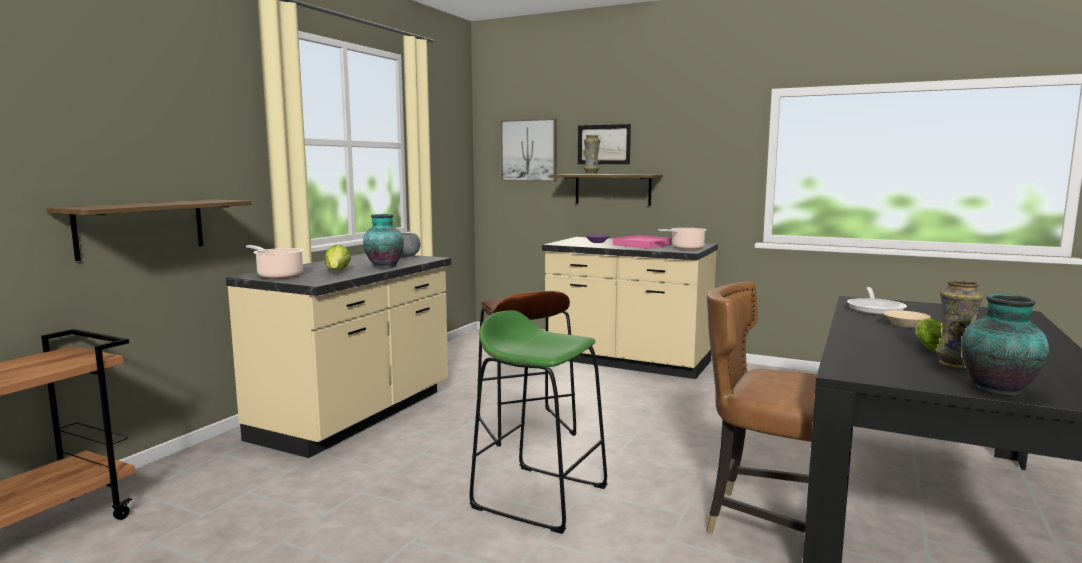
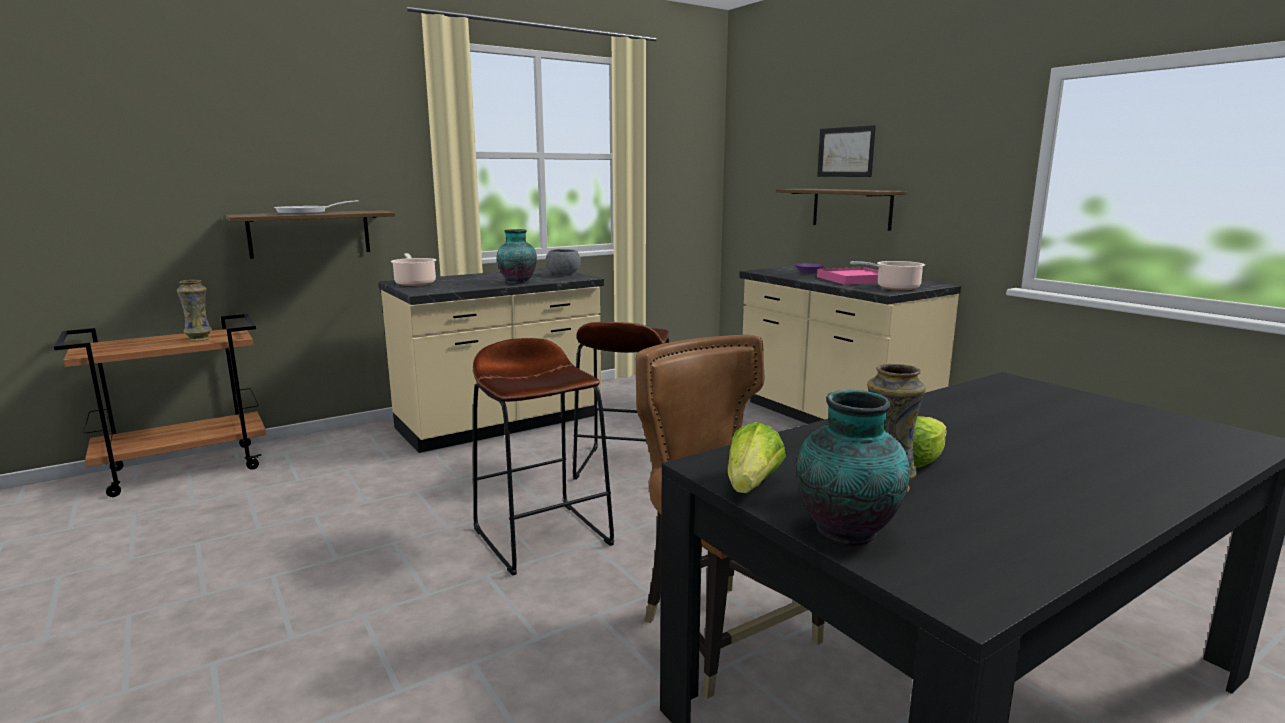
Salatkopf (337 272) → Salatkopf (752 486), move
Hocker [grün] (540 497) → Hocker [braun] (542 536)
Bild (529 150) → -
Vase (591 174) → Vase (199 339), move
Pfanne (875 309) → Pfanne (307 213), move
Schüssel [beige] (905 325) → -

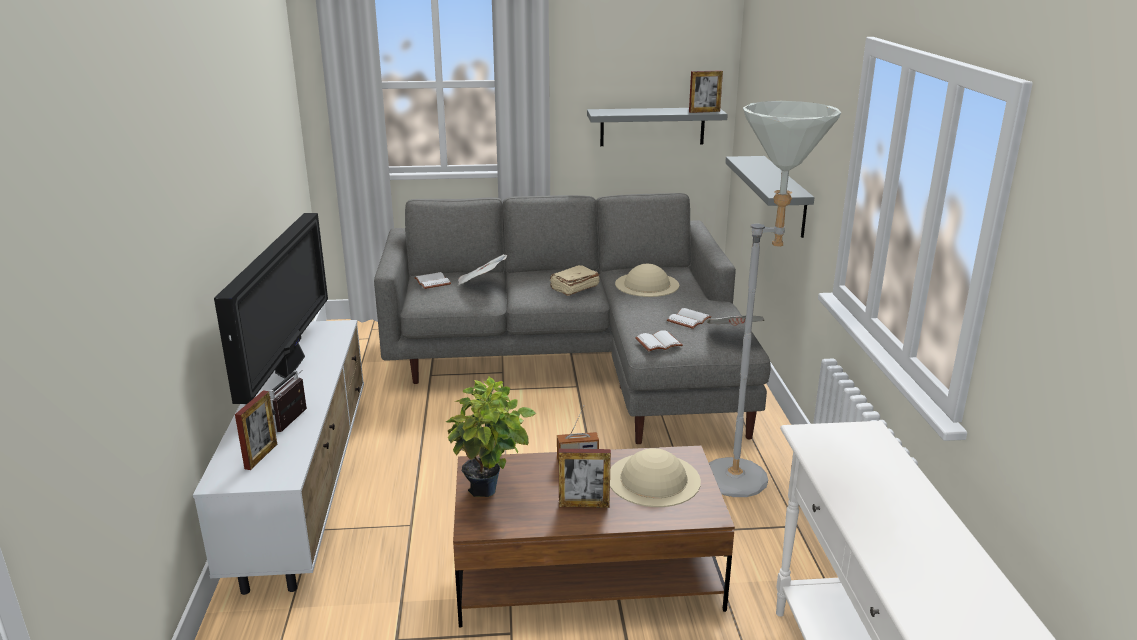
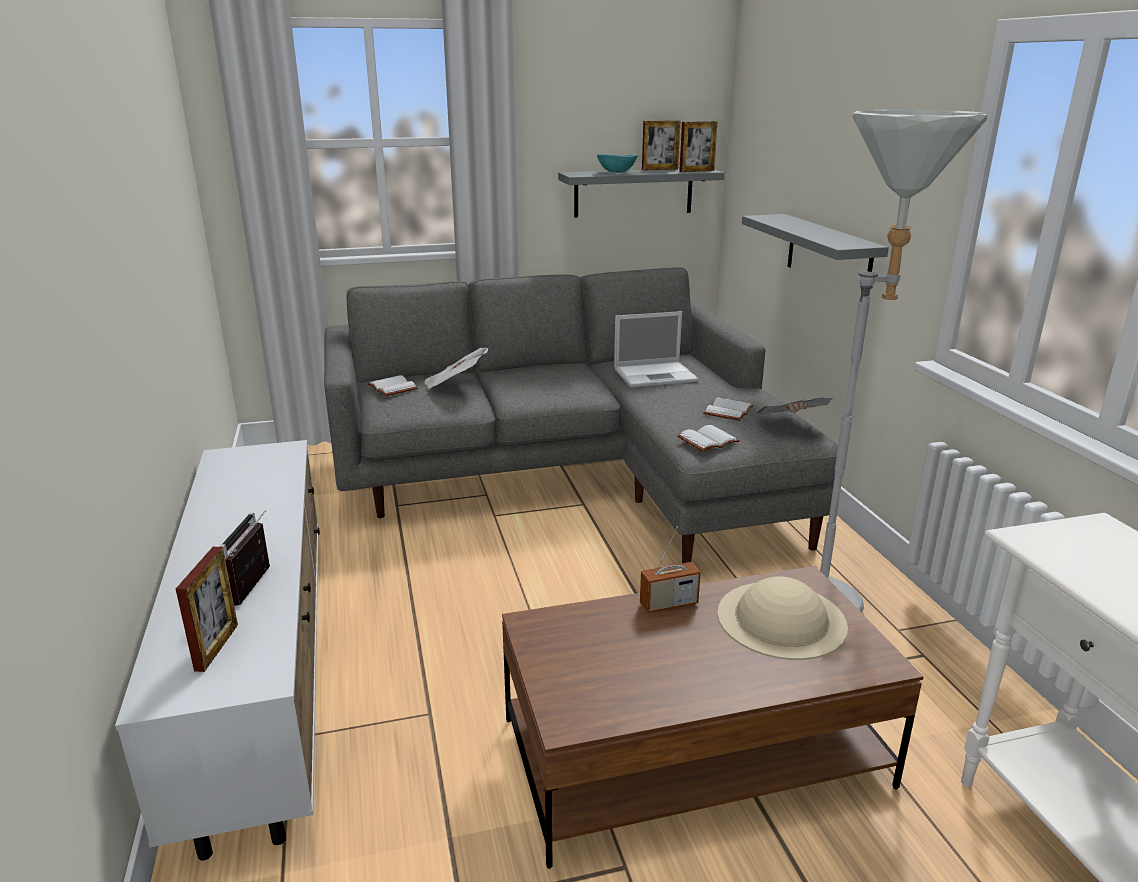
Fernseher (291 366) → -
Topfpflanze (489 493) → -
Buch [beige] (574 288) → -
Bilderrahmen (584 505) → Bilderrahmen (659 169), move
Hut [beige] (647 284) → Laptop (656 375)
- → Schüssel [türkis] (617 172)

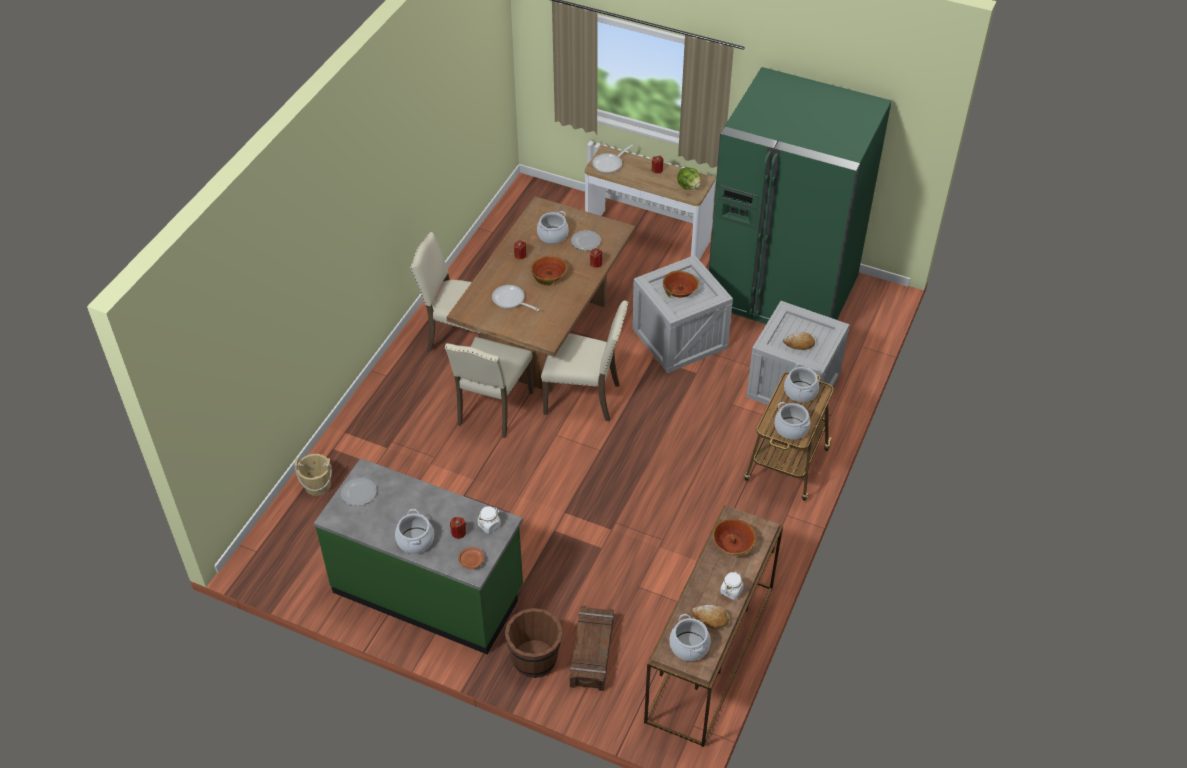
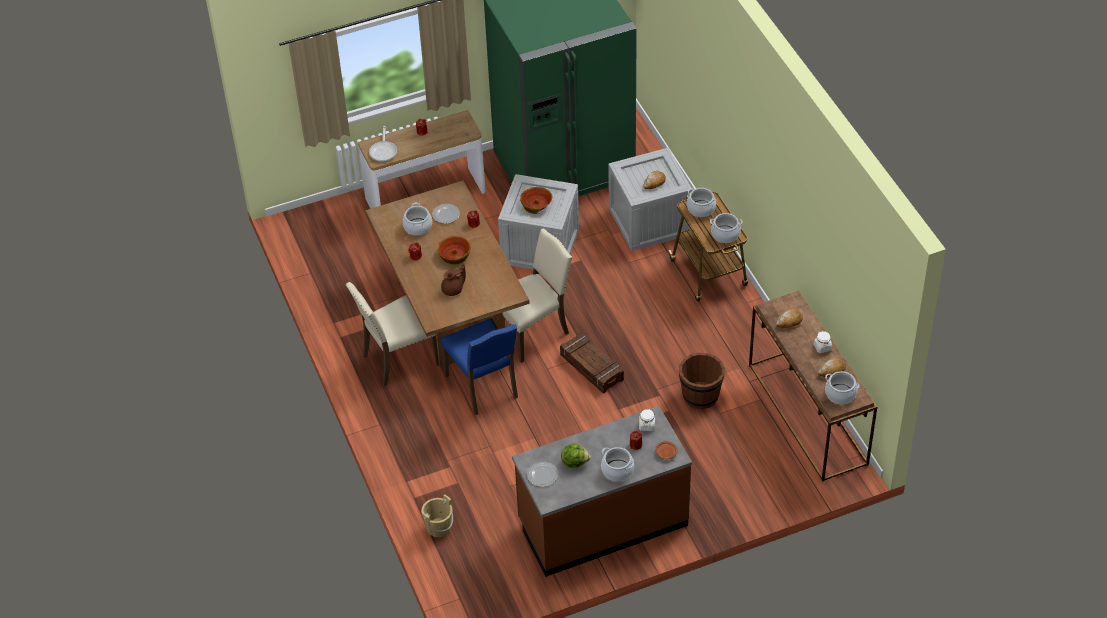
Küchenzeile [grün] (429 590) → Küchenzeile [braun] (602 523)
Stuhl [beige] (492 409) → Stuhl [blau] (484 386)
Pfanne (511 300) → Teekanne [braun] (453 289)
Eimer [braun] (535 658) → Eimer [braun] (700 395), move
Kiste (591 652) → Kiste (591 368), move
Salatkopf (689 186) → Salatkopf (575 462), move
Schüssel (733 544) → Brot (789 322)

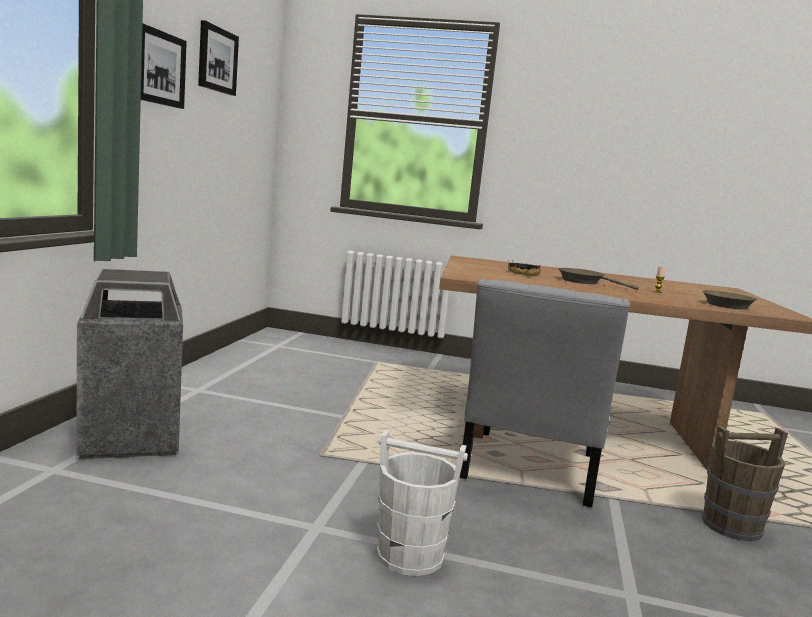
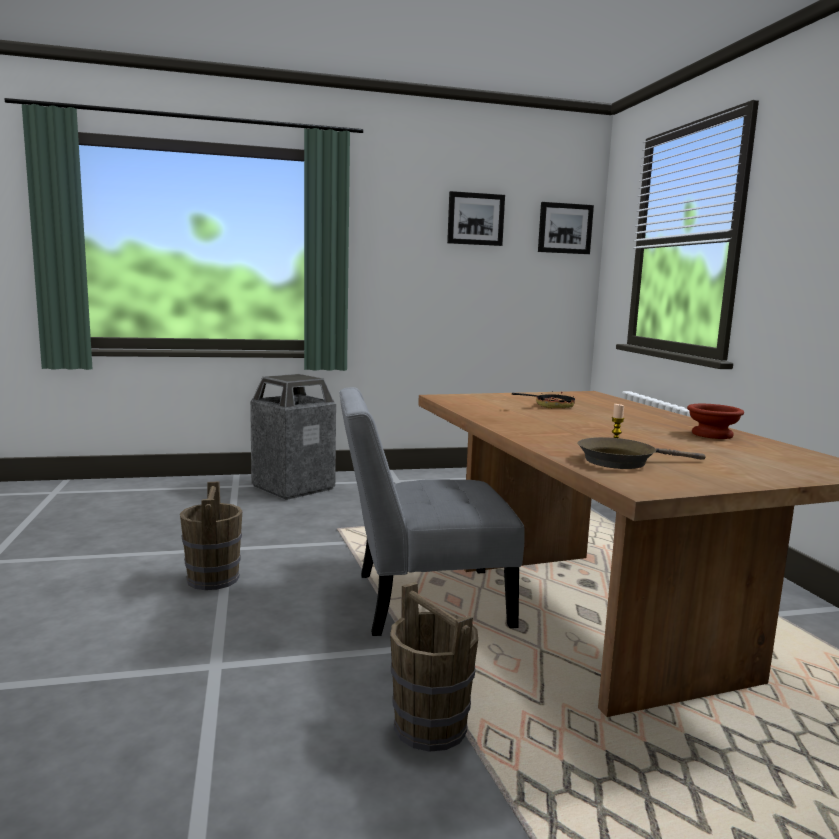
Bild (158 68) → Bild (564 228), move
Eimer [weiß] (409 555) → Eimer [braun] (213 578)
Pfanne [braun] (584 282) → -
- → Schüssel [braun] (712 434)

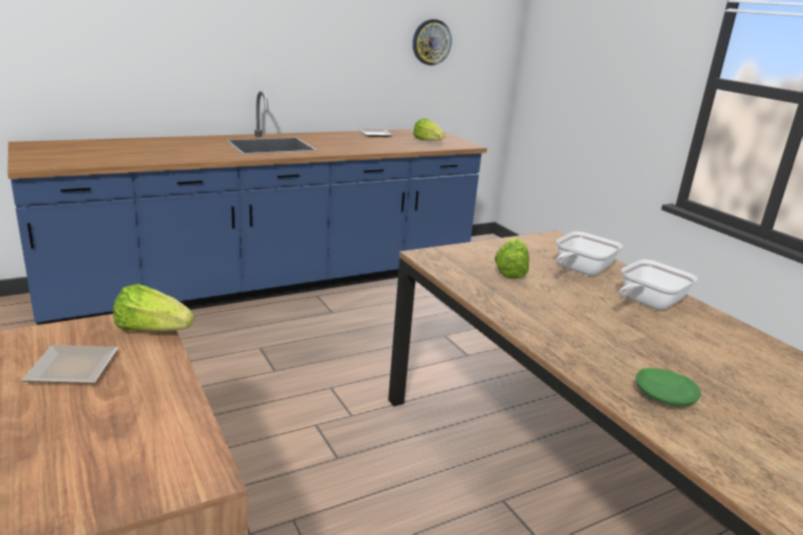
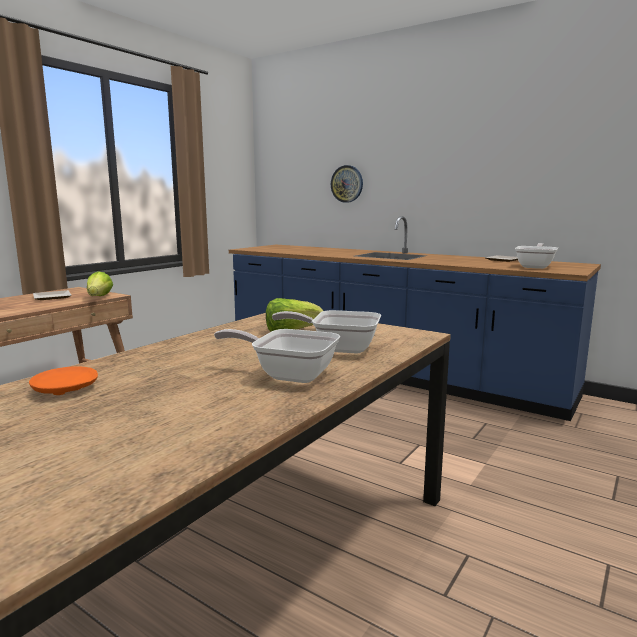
Wanduhr (431 42) → Wanduhr (347 184), move
Salatkopf (428 141) → Pfanne (535 266)
Teller [grün] (665 395) → Teller [orange] (66 389)

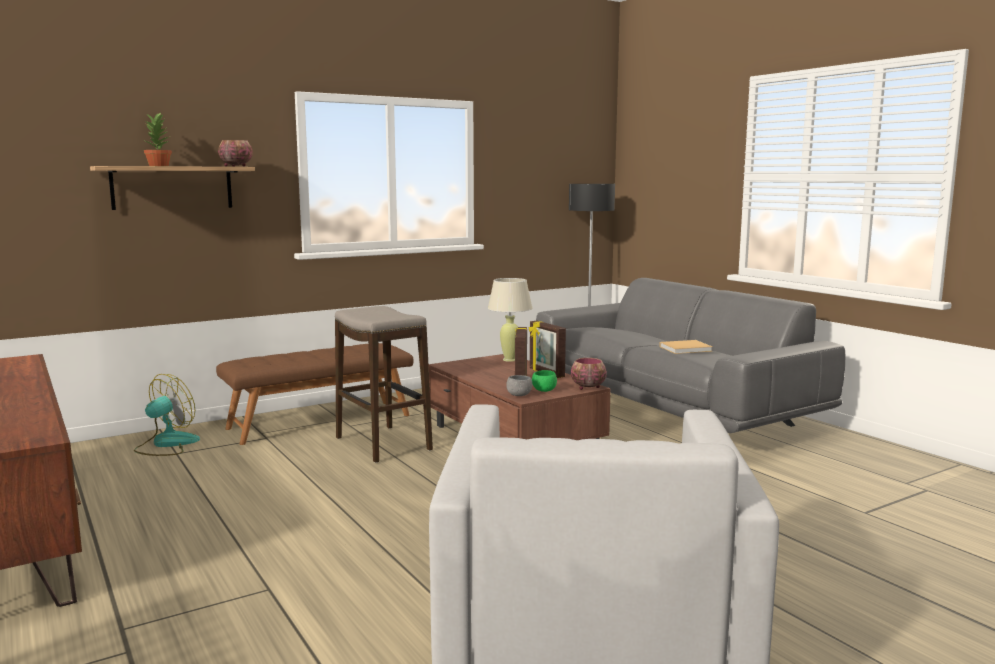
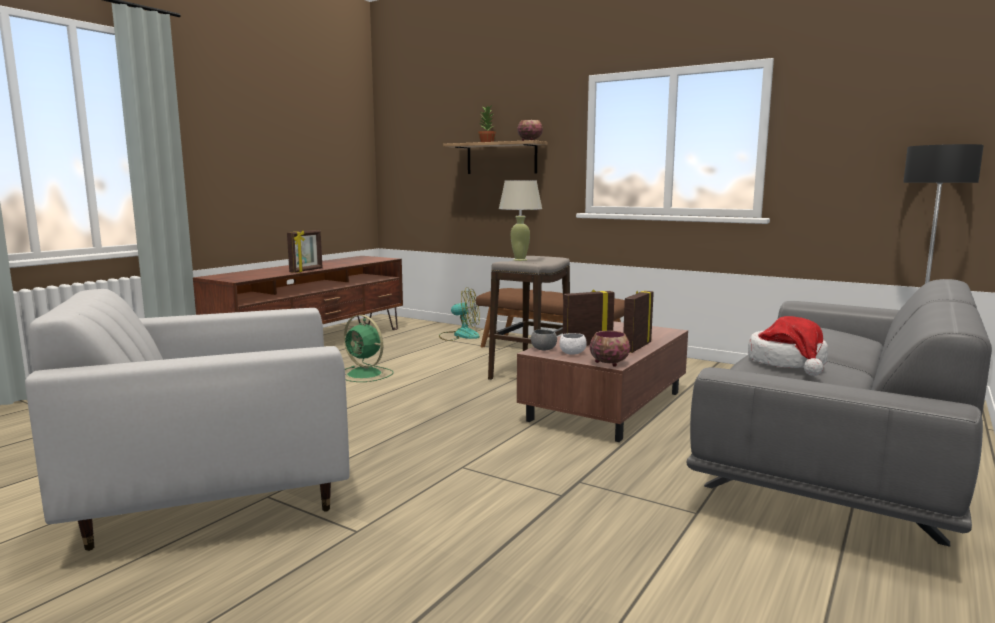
Tischlampe [beige] (510 360) → Tischlampe [beige] (520 260), move
Schüssel [grün] (544 390) → Schüssel [weiß] (572 353)
Buch [beige] (686 349) → Hut (788 362)
- → Bilderrahmen (306 270)
- → Ventilator [grün] (365 374)

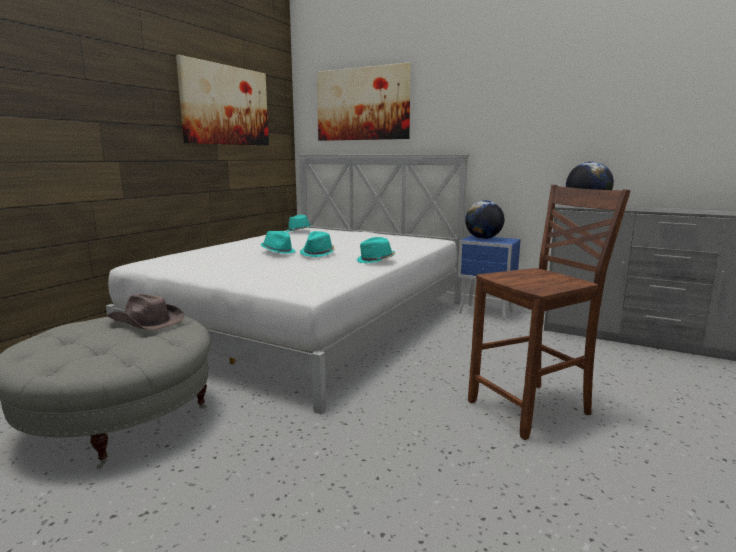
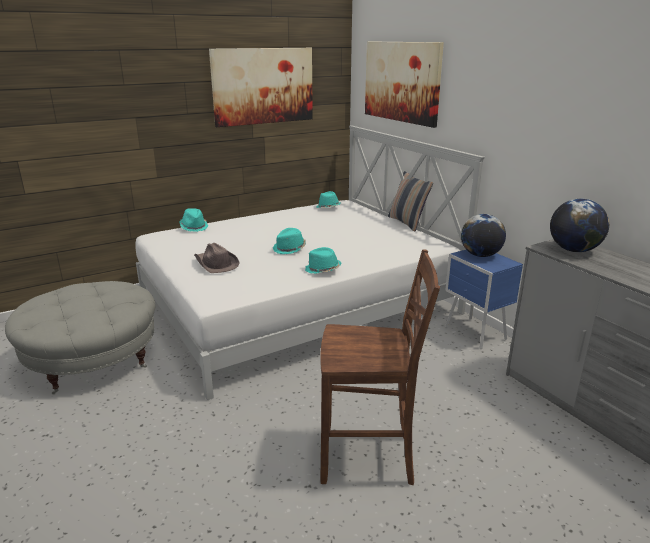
Hut [braun] (146 322) → Hut [braun] (216 264), move
Hut [türkis] (278 252) → Hut [türkis] (194 227), move
- → Kissen (407 223)

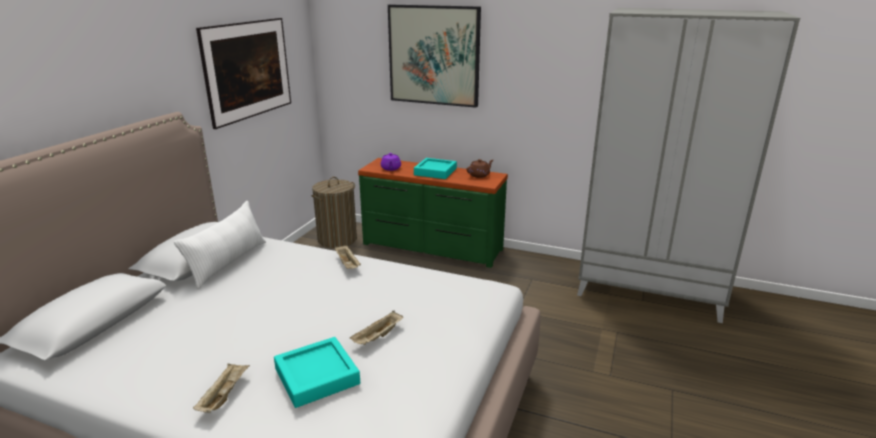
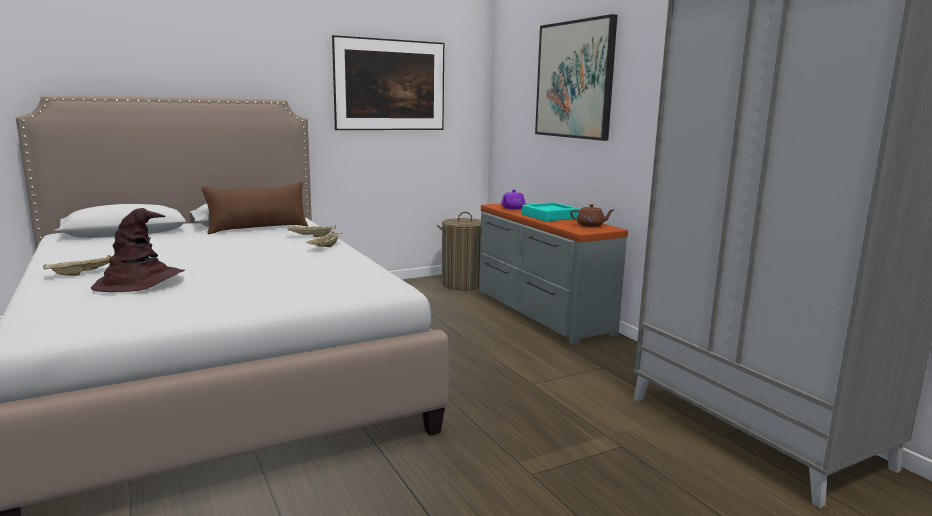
Kissen [weiß] (228 263) → Kissen [braun] (258 228)
Tablett [türkis] (317 376) → Hut [braun] (139 281)
Tablett [beige] (378 337) → Tablett [beige] (311 236), move
Kommode [grün] (431 247) → Kommode [grau] (540 312)

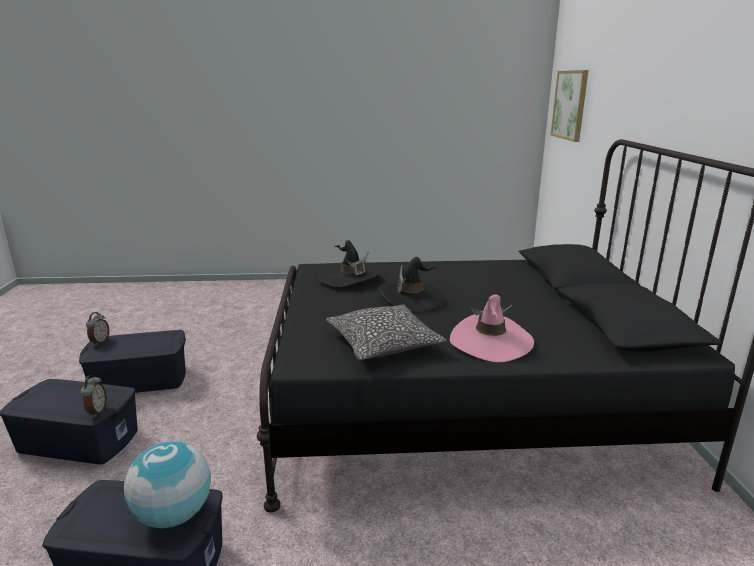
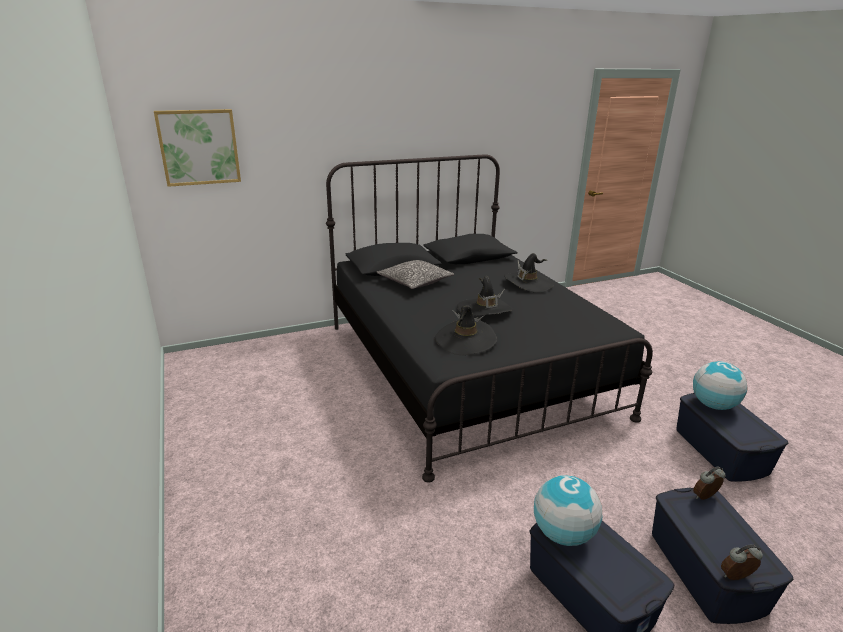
Wecker (99 342) → Wecker (736 578), move
Kissen (383 343) → Kissen (415 282), move
Hut [rosa] (490 342) → Hut [schwarz] (528 283)
- → Globus (563 534)

